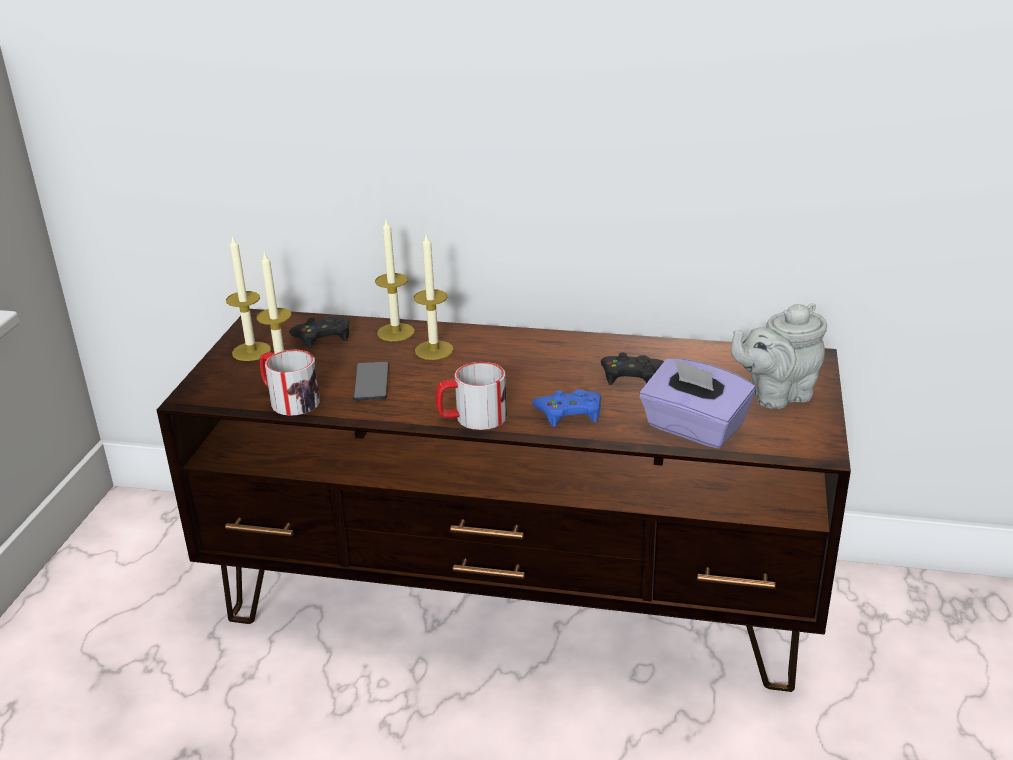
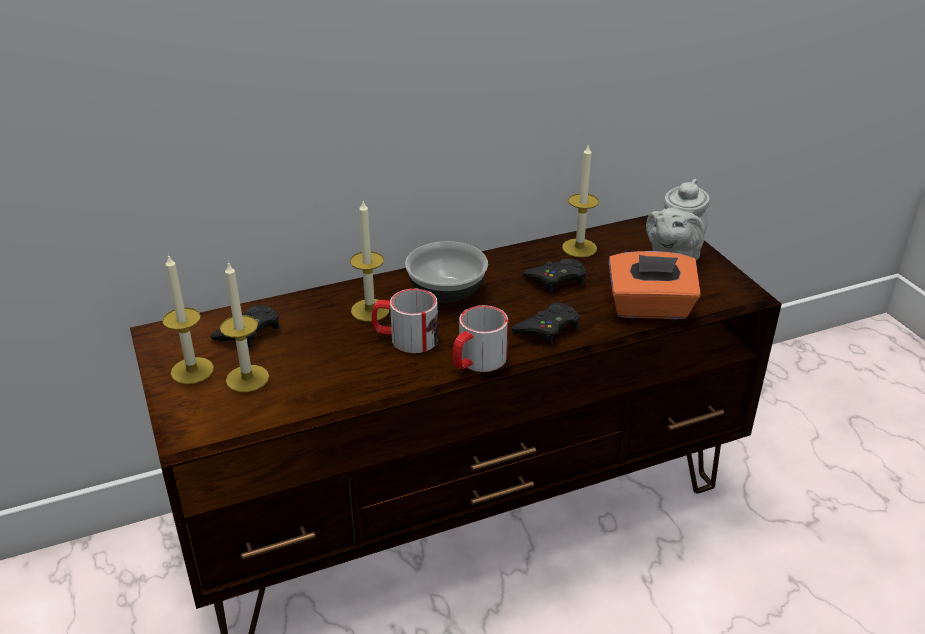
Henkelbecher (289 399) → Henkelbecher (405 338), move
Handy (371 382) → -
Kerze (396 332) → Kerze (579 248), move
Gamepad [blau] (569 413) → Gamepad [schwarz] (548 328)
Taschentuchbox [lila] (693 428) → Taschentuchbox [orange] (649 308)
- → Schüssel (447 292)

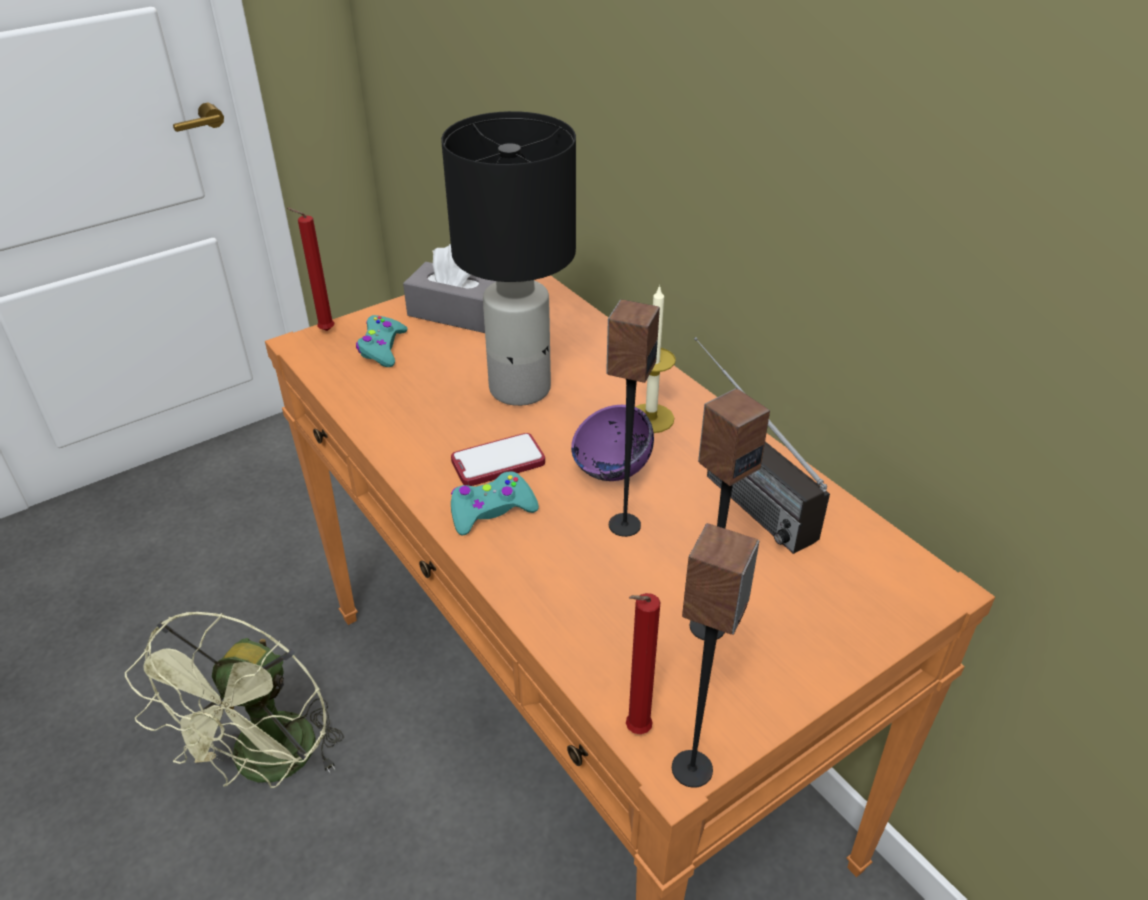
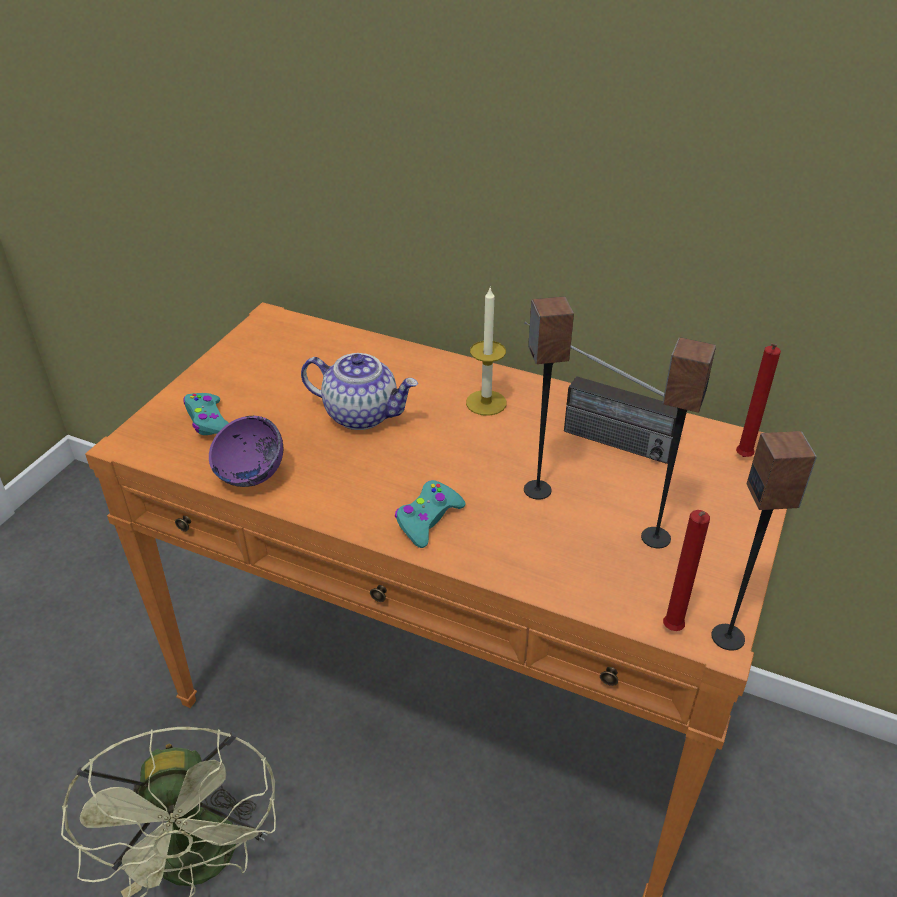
Kerze [rot] (324 331) → Kerze [rot] (742 458), move
Taschentuchbox [grau] (456 313) → -
Tischlampe [schwarz] (520 387) → Teekanne (362 414)
Handy (498 462) → -
Schüssel [lila] (611 470) → Schüssel [lila] (250 476), move

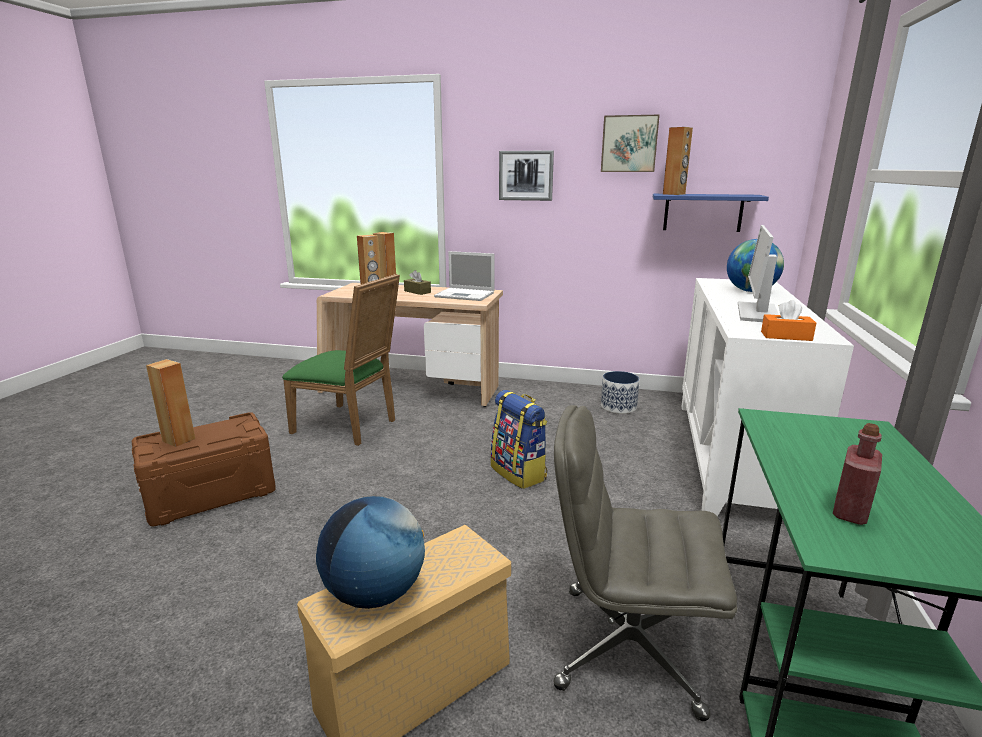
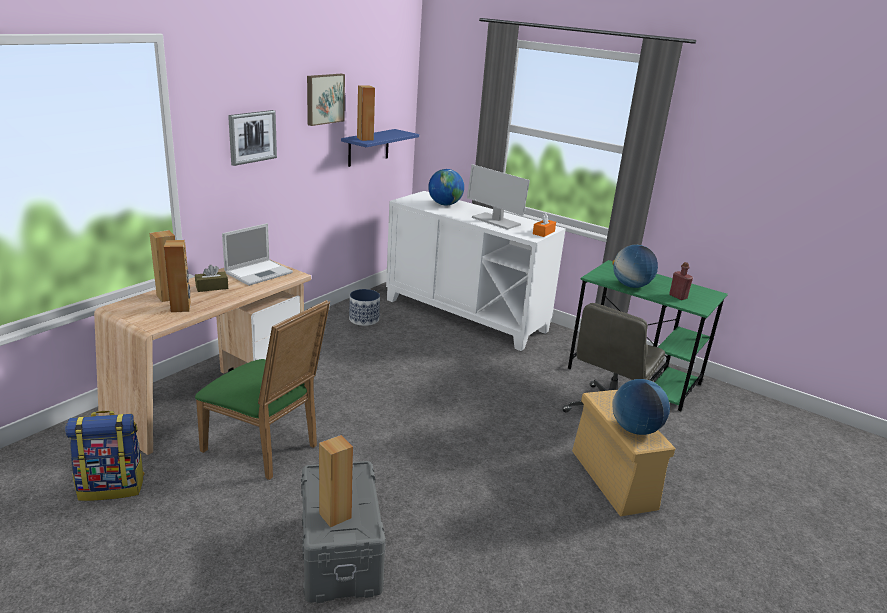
Aufbewahrungsbox [braun] (210 493) → Aufbewahrungsbox [grau] (339 554)
Stuhl [grün] (350 426) → Stuhl [grün] (266 448), 75 degrees clockwise
Rucksack (519 473) → Rucksack (112 487), move
- → Globus (631 286)

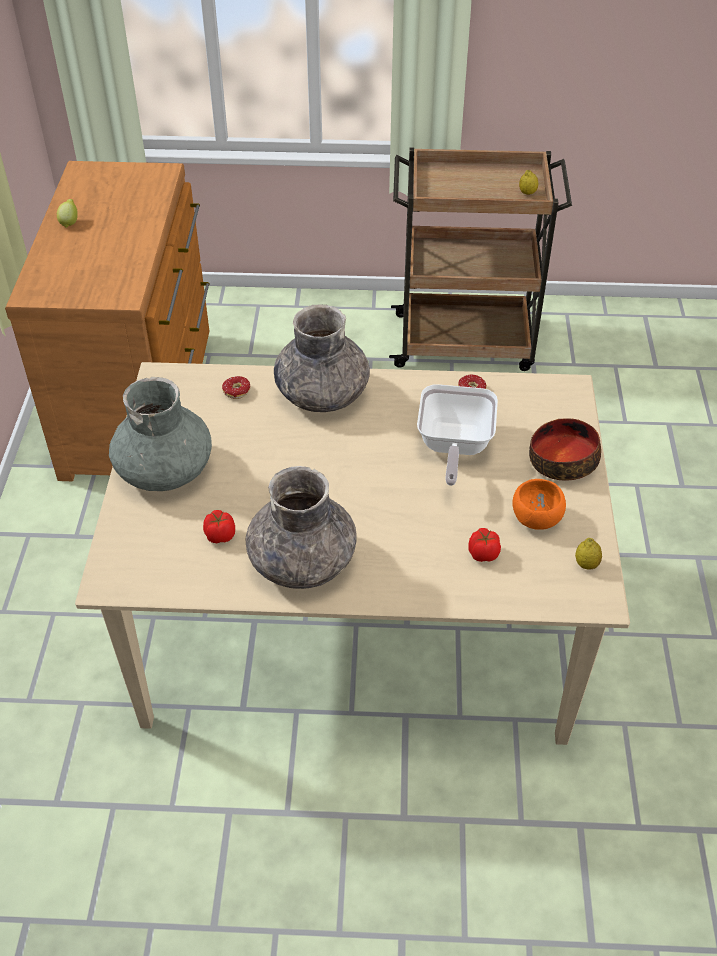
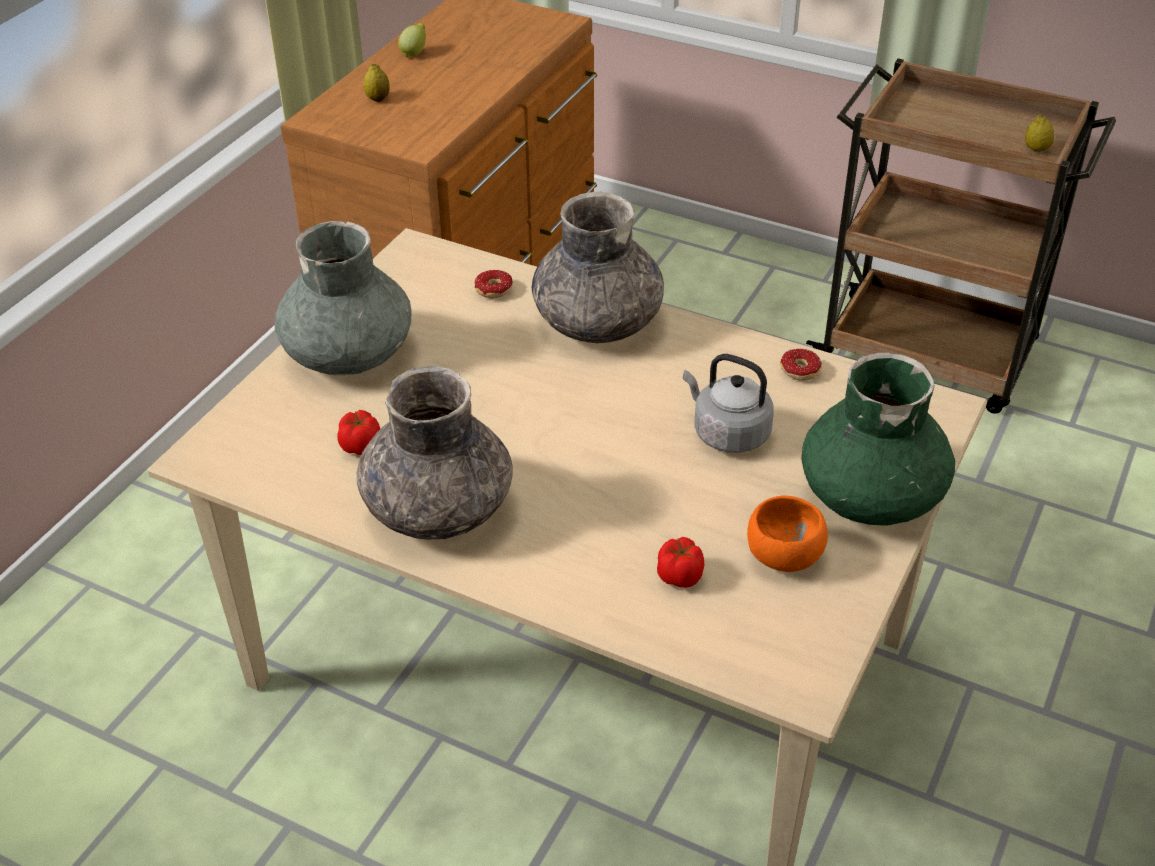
Pfanne (453 447) → Wasserkessel [grau] (727 433)
Schüssel (563 460) → Vase [grün] (871 494)
Zitrone (586 564) → Zitrone (377 99), move

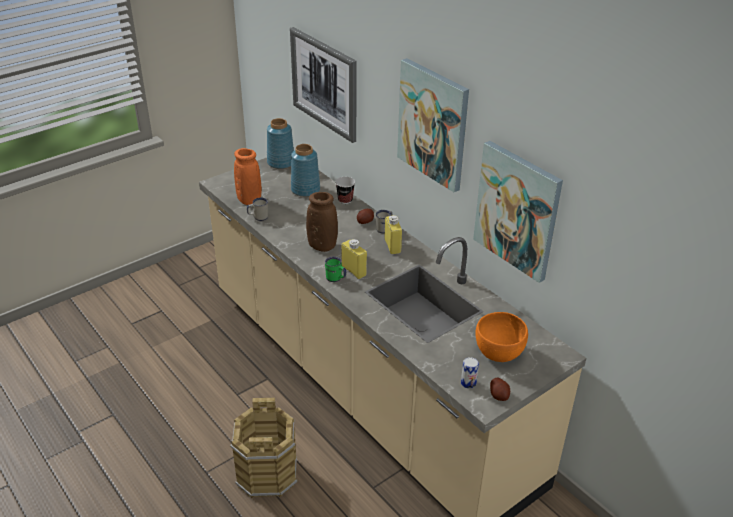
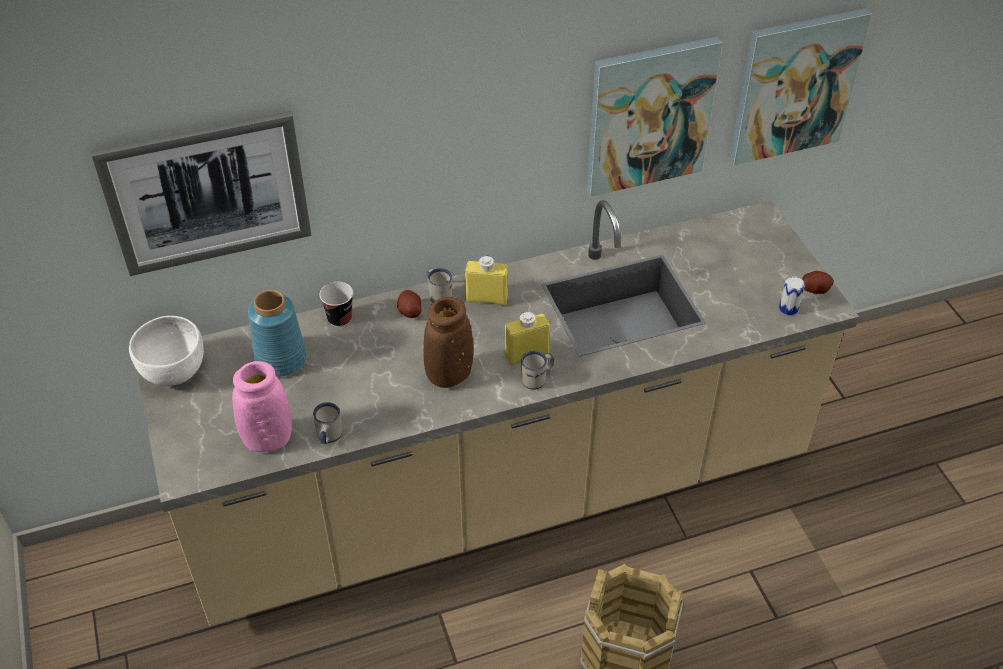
Vase [orange] (249 200) → Vase [rosa] (268 439)
Vase [blau] (280 163) → Schüssel [weiß] (174 372)
Henkelbecher [grün] (336 279) → Henkelbecher [weiß] (537 379)
Bild (433 124) → Bild (795 86), move
Schüssel [orange] (498 353) → -

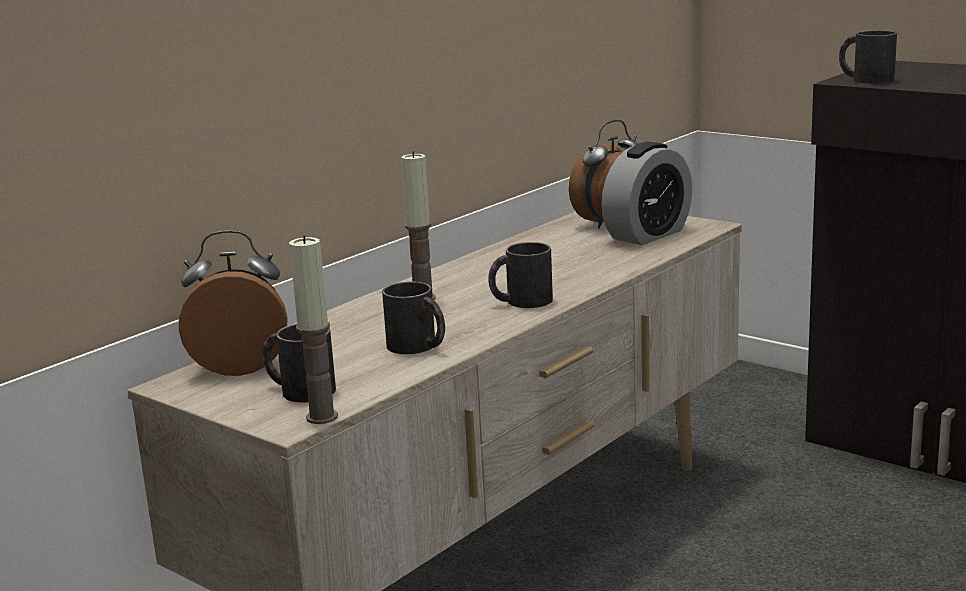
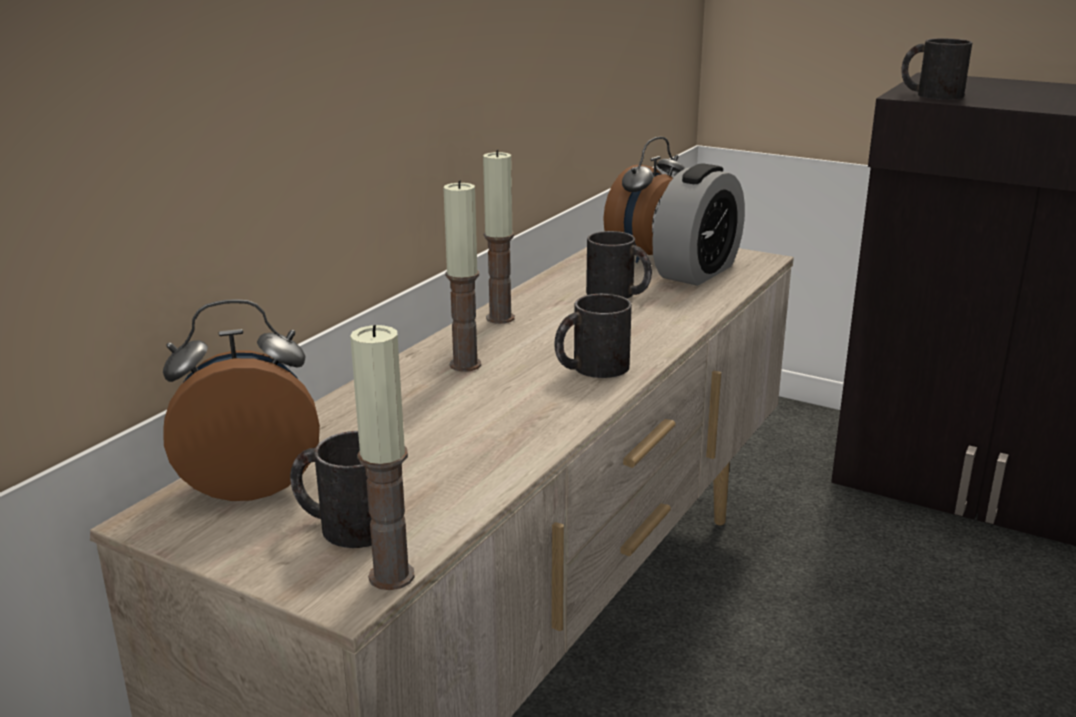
Henkelbecher [schwarz] (419 347) → Henkelbecher [schwarz] (619 294), move
- → Kerze (500 318)

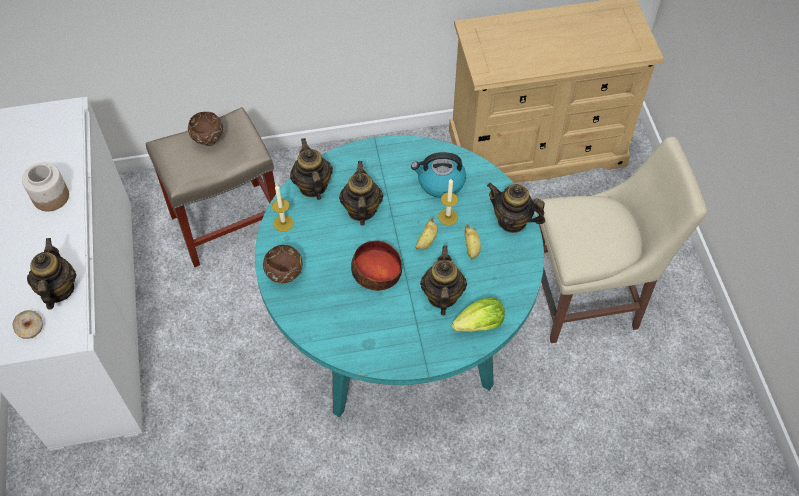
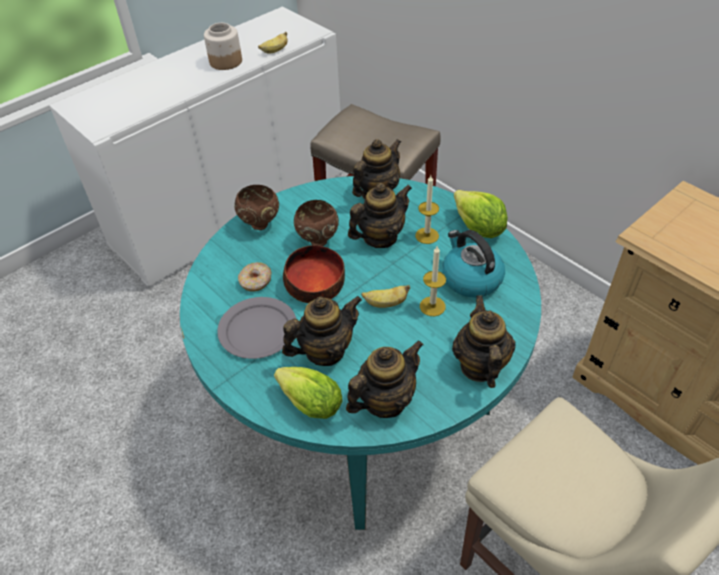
Donut (30 327) → Donut (256 281), move
Teekanne (58 289) → Teekanne (384 401), move
Schüssel [braun] (208 141) → Schüssel [braun] (317 241), move
Kerze (283 223) → Kerze (427 235), move
Banane (472 248) → Banane (275 51), move
- → Teller [grau] (258 329)
- → Salatkopf (478 229)

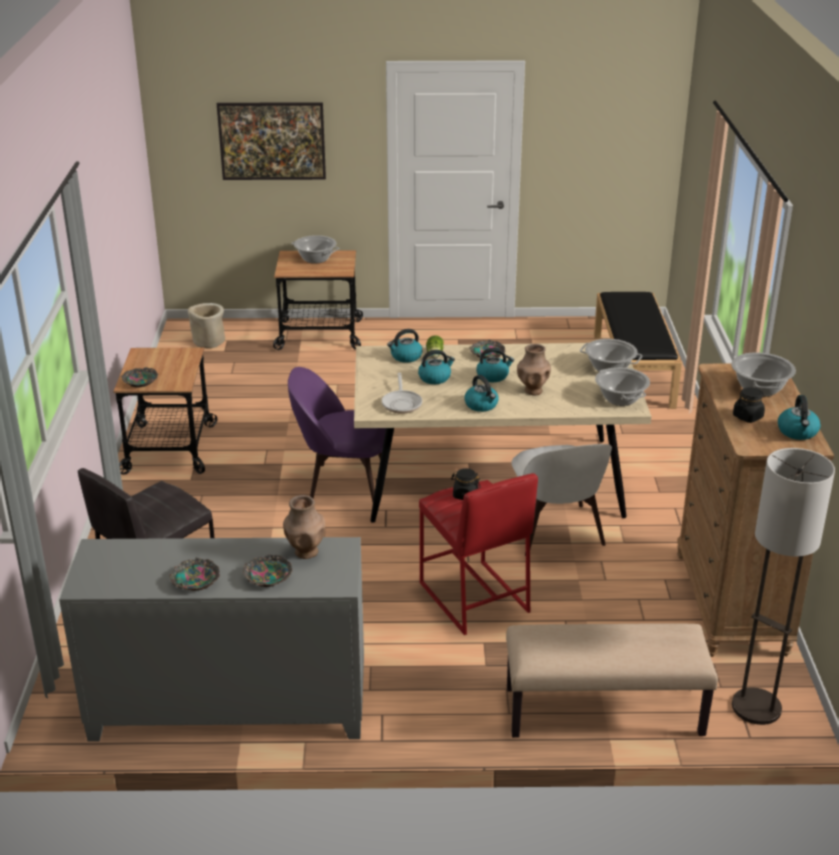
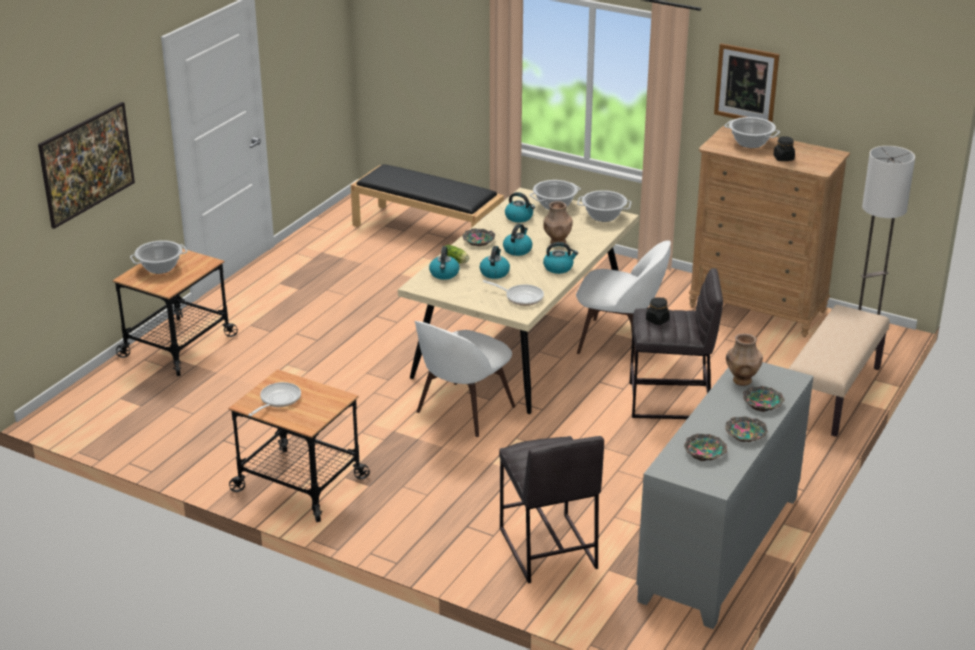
Schüssel (140 382) → Schüssel (705 452), move
Pflanzkübel [beige] (208 342) → -
Stuhl [lila] (343 486) → Stuhl [weiß] (463 411)
Hocker [rot] (473 598) → Hocker [grau] (670 401)
Wasserkessel (797 432) → Wasserkessel (519 217), move
- → Pfanne (278 400)
- → Bild (746 84)

